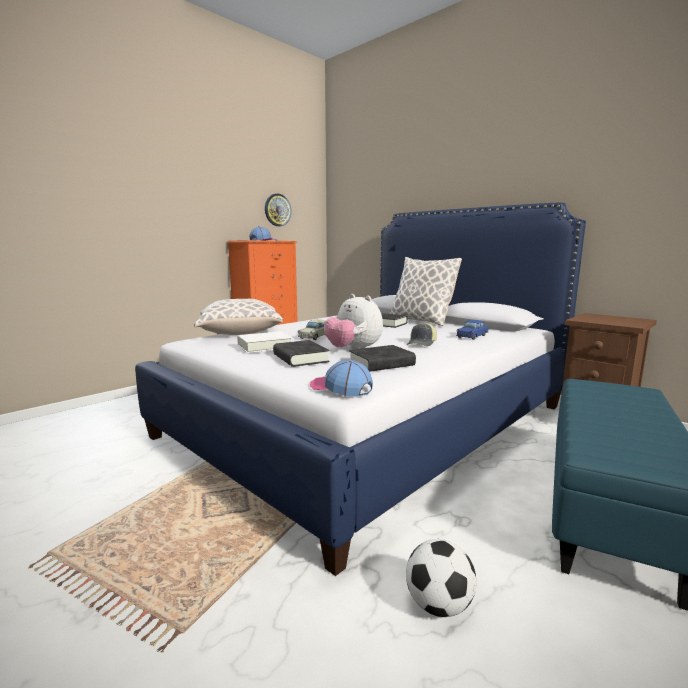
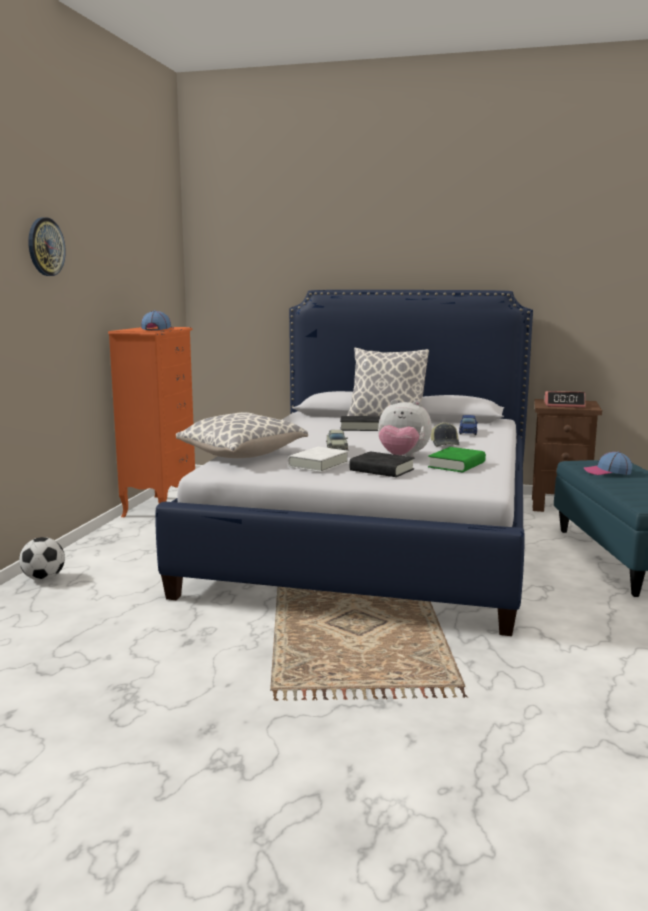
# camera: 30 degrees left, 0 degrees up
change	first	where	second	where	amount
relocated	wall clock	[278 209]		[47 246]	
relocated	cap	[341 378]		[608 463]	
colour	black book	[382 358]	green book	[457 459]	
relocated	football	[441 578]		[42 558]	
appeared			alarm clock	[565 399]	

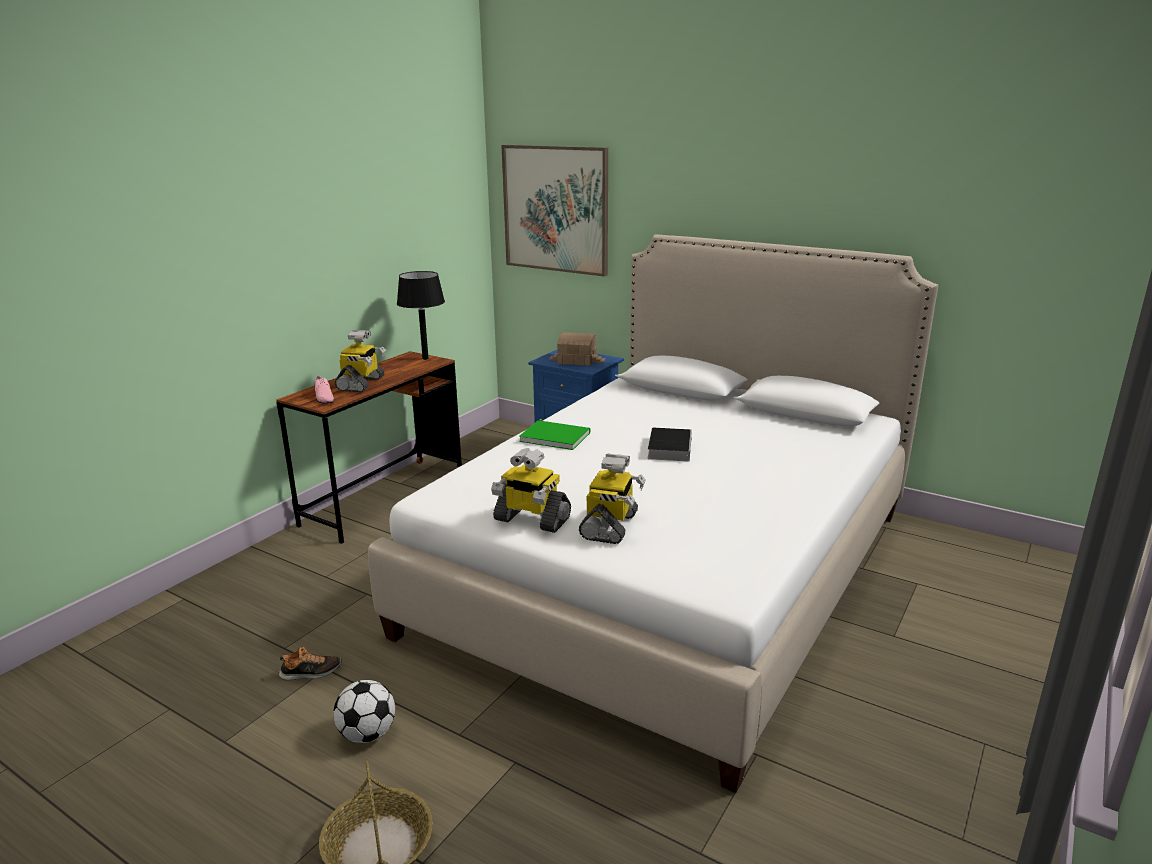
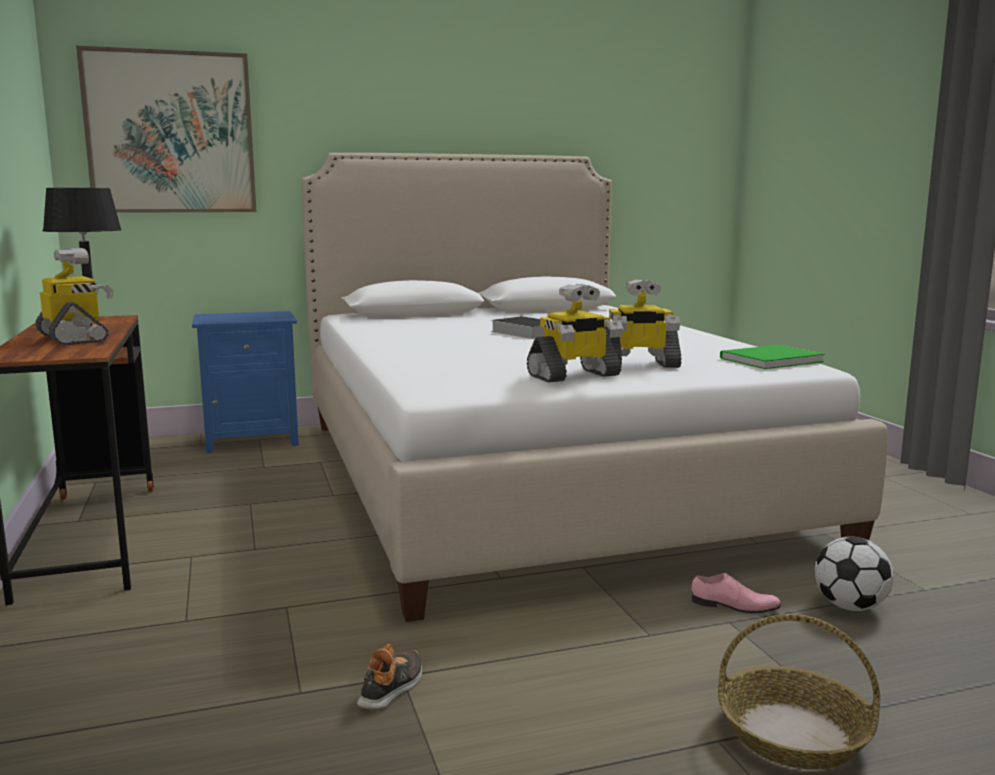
# camera: 50 degrees left, 10 degrees down
change	first	where	second	where	amount
relocated	pink shoe	[325 390]		[736 593]	
relocated	football	[364 711]		[854 573]	
relocated	green book	[554 435]		[772 357]	
missing	toy house	[577 349]			
spun	toy robot	[612 499]		[643 323]	120 degrees clockwise

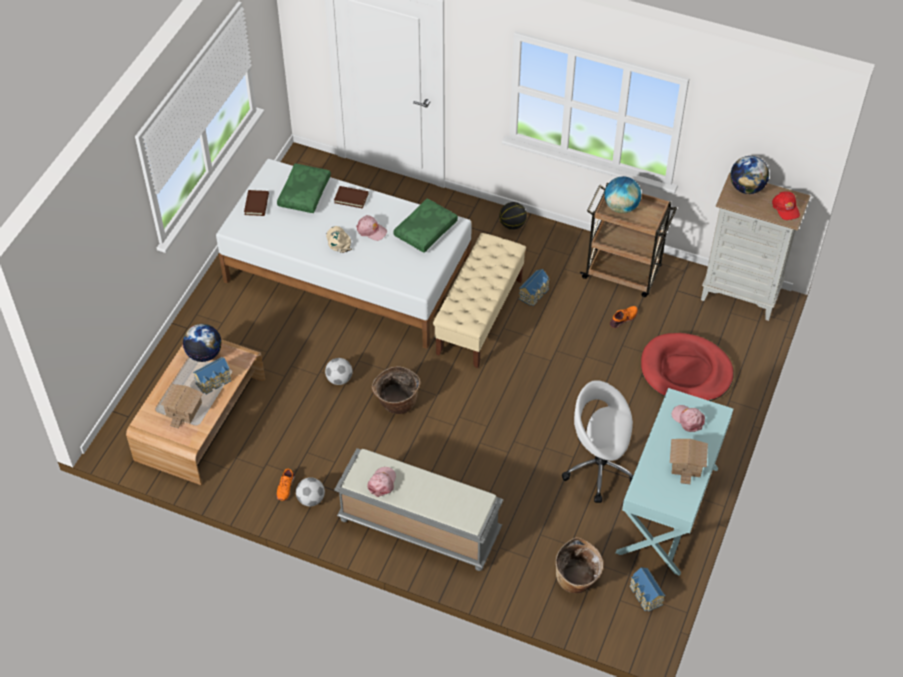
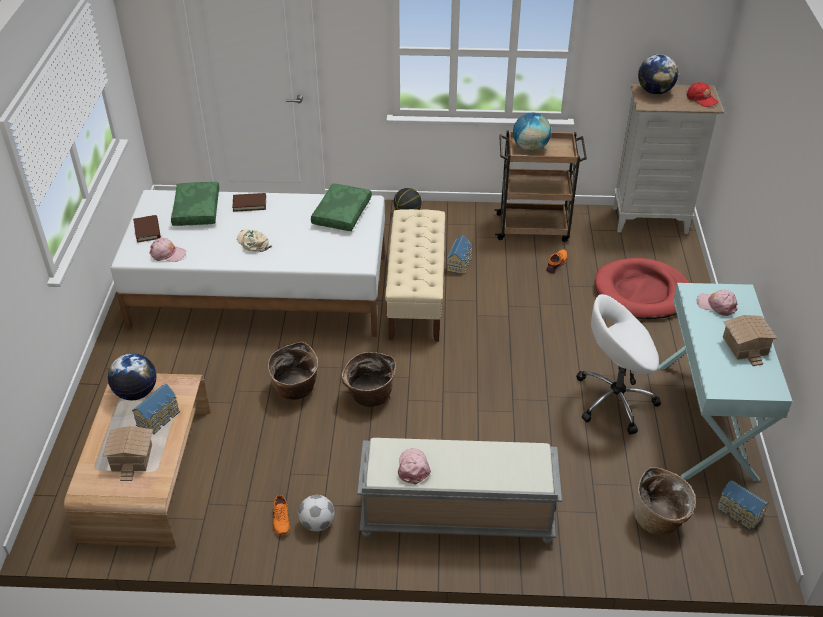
# camera: 20 degrees left, 10 degrees down
change	first	where	second	where	amount
exchanged	football	[338 371]	basket	[293 371]	
relocated	pink cap	[371 228]		[167 250]	

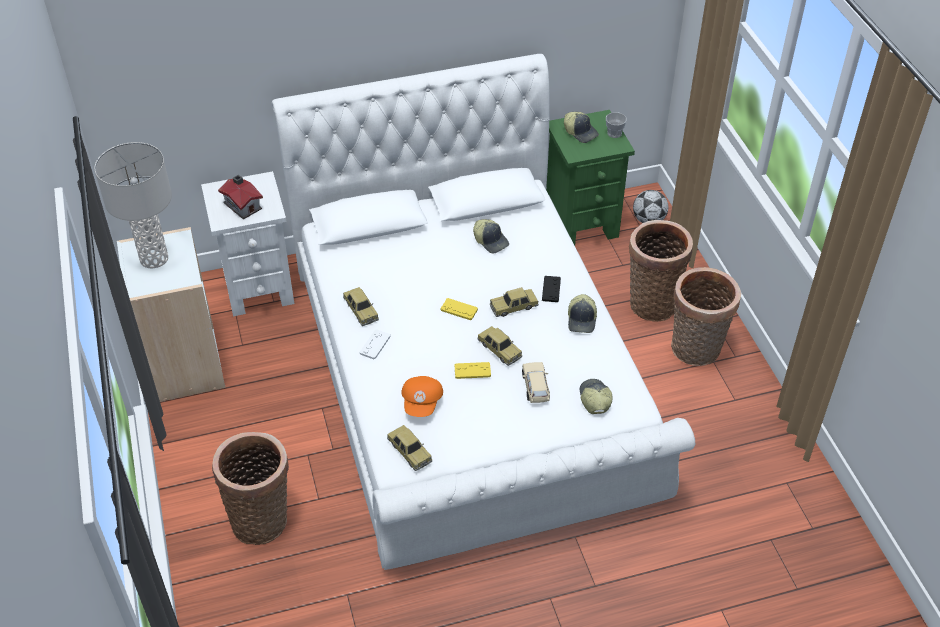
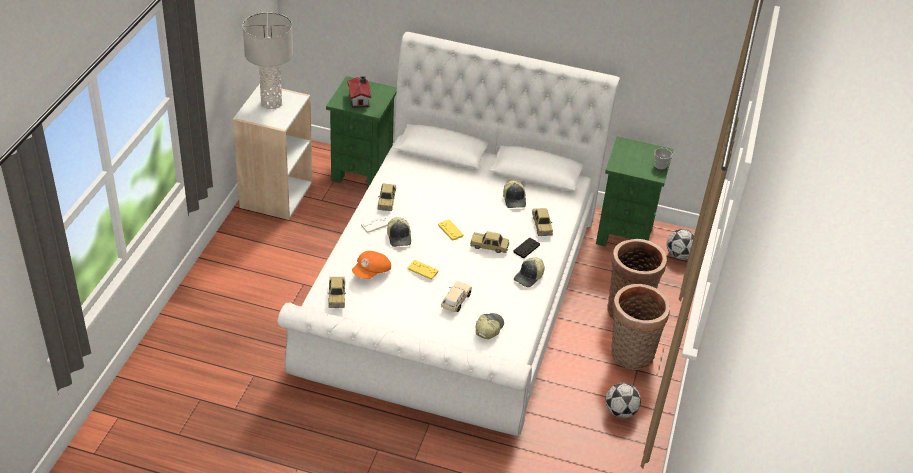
# camera: 30 degrees right, 5 degrees down
change	first	where	second	where	amount
colour	white nightstand	[247 243]	green nightstand	[361 132]	
missing	basket	[250 488]			
relocated	toy car	[500 346]		[542 222]	
relocated	cap	[581 127]		[399 232]	
appeared			football	[623 400]	

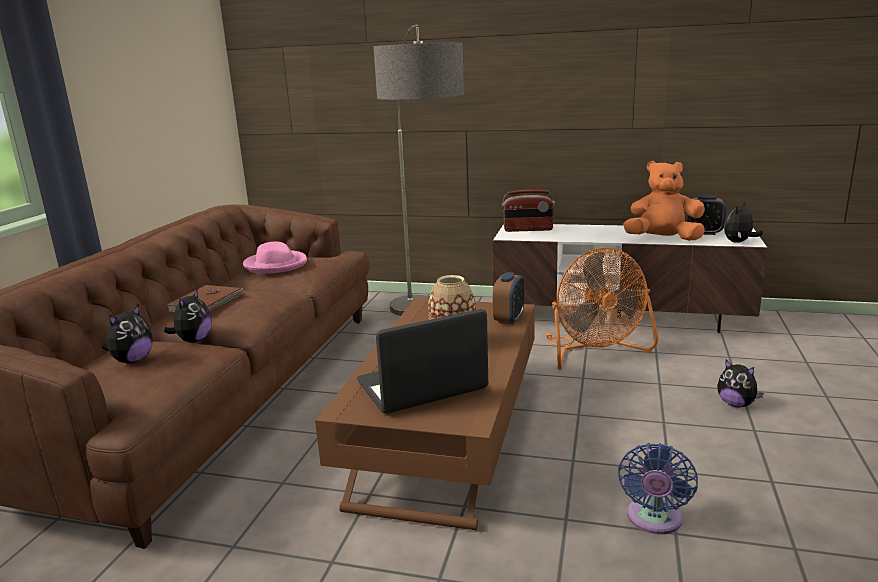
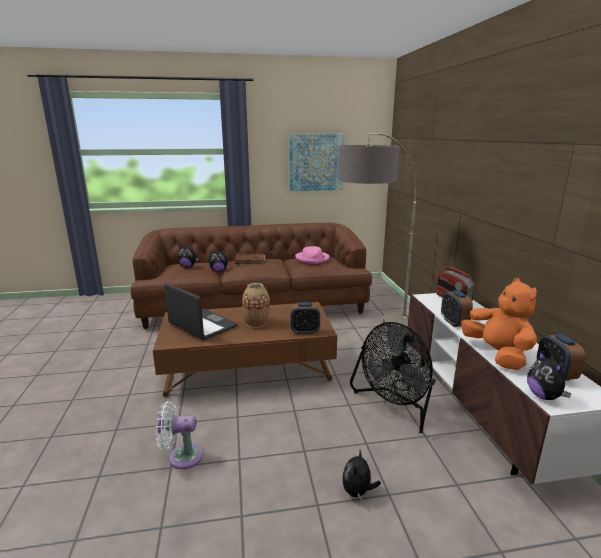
# camera: 65 degrees right, 0 degrees up
change	first	where	second	where	amount
colour	orange fan	[602 309]	black fan	[393 377]	
colour	blue fan	[658 488]	white fan	[179 435]	
spun	plush toy	[743 222]		[549 375]	120 degrees counterclockwise
appeared			picture	[316 162]	
appeared			alarm clock	[457 308]	

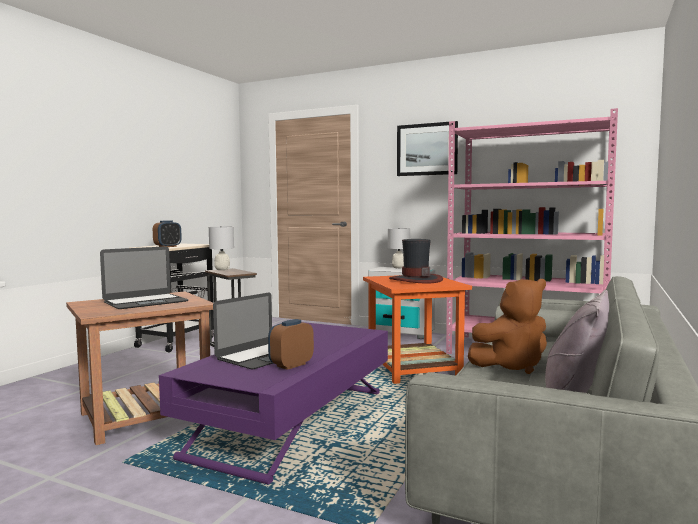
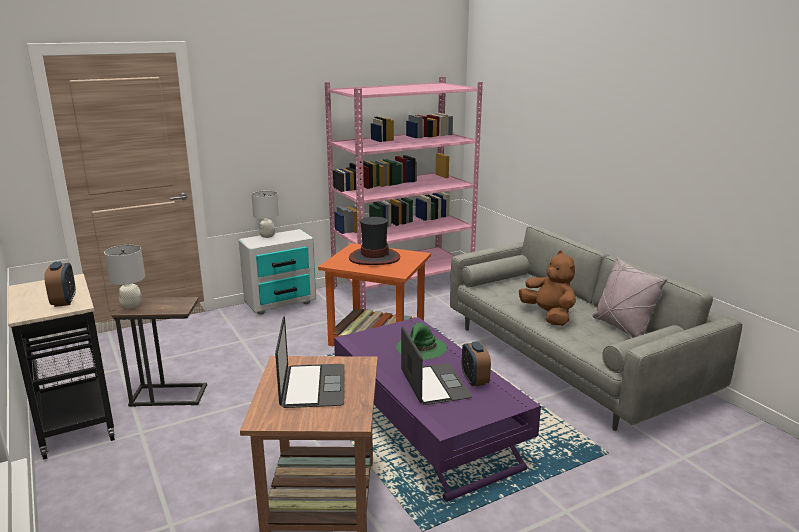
# camera: 55 degrees left, 15 degrees up
change	first	where	second	where	amount
missing	picture	[427 148]			
spun	brown plush toy	[507 326]		[547 288]	45 degrees counterclockwise
appeared			green hat	[421 341]	

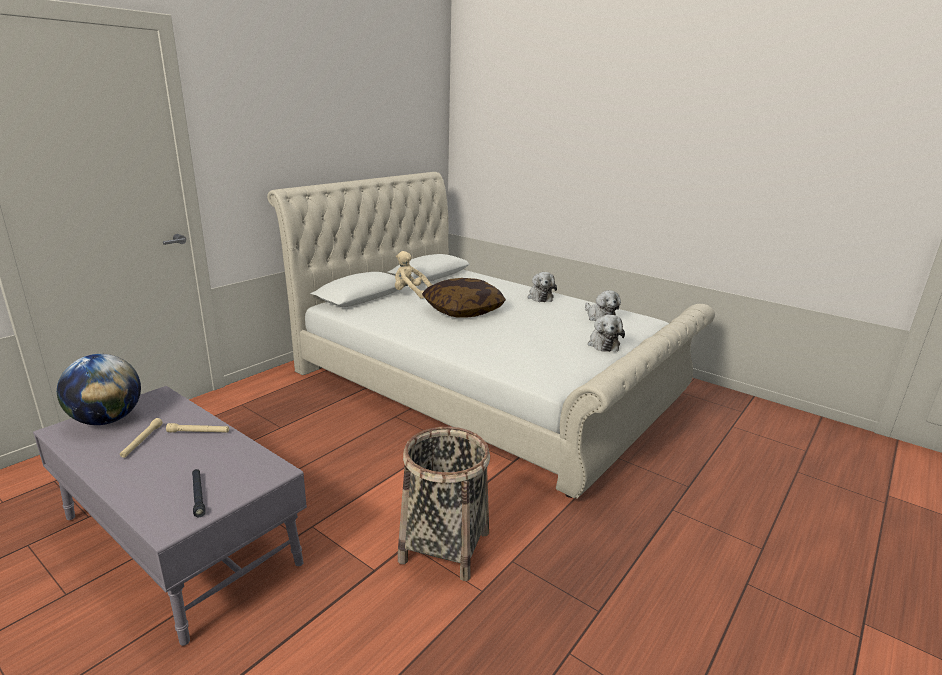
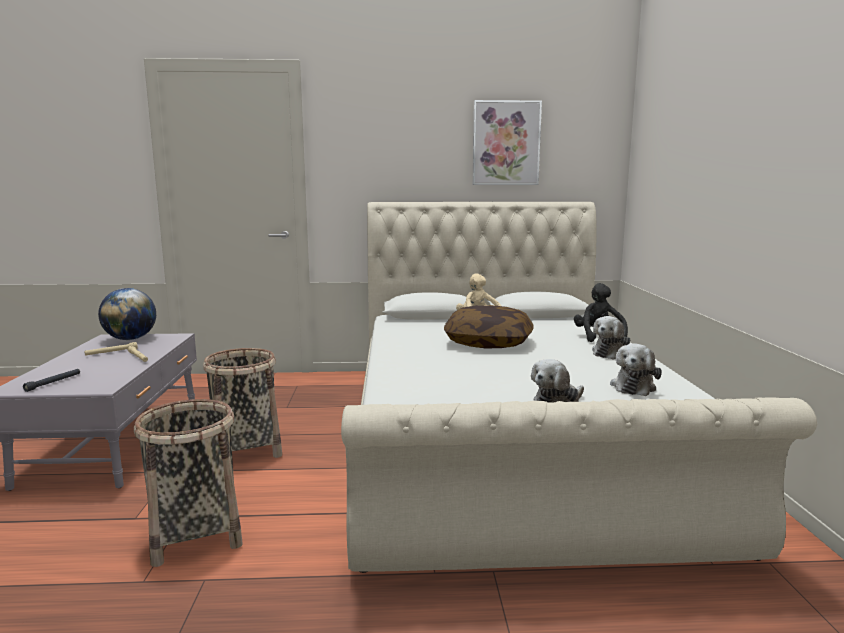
# camera: 50 degrees right, 10 degrees down
change	first	where	second	where	amount
appeared			basket	[242 403]	
appeared			picture	[507 142]	
appeared			black plush toy	[601 312]	

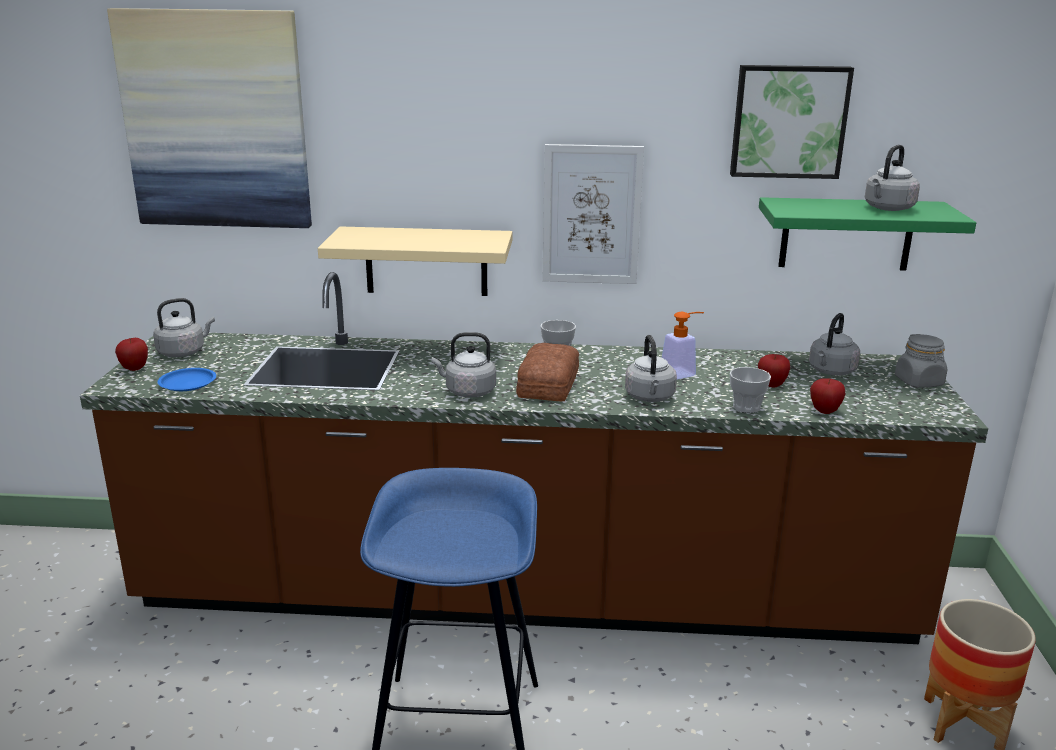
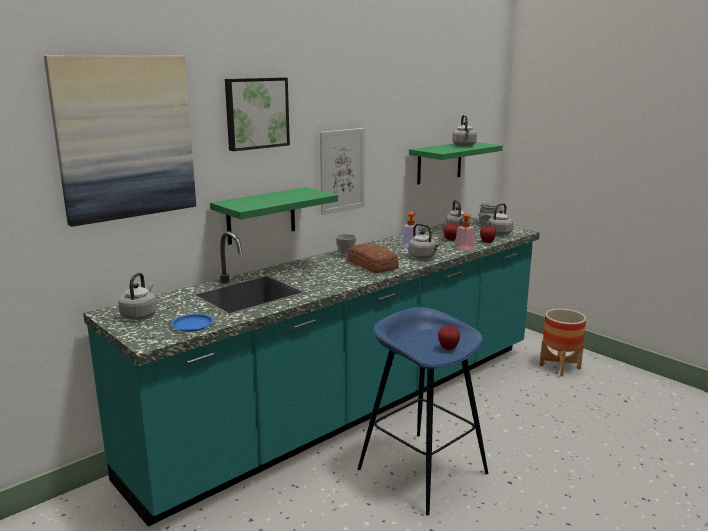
# camera: 45 degrees left, 5 degrees down
change	first	where	second	where	amount
colour	brown counter	[534 458]	turquoise counter	[311 372]	
relocated	apple	[131 354]		[449 338]	
colour	beige shelf	[415 261]	green shelf	[274 216]	
relocated	grey kettle	[464 364]		[500 219]	
relocated	picture	[792 122]		[257 114]	
exchanged	cup	[750 390]	soap dispenser	[465 232]	

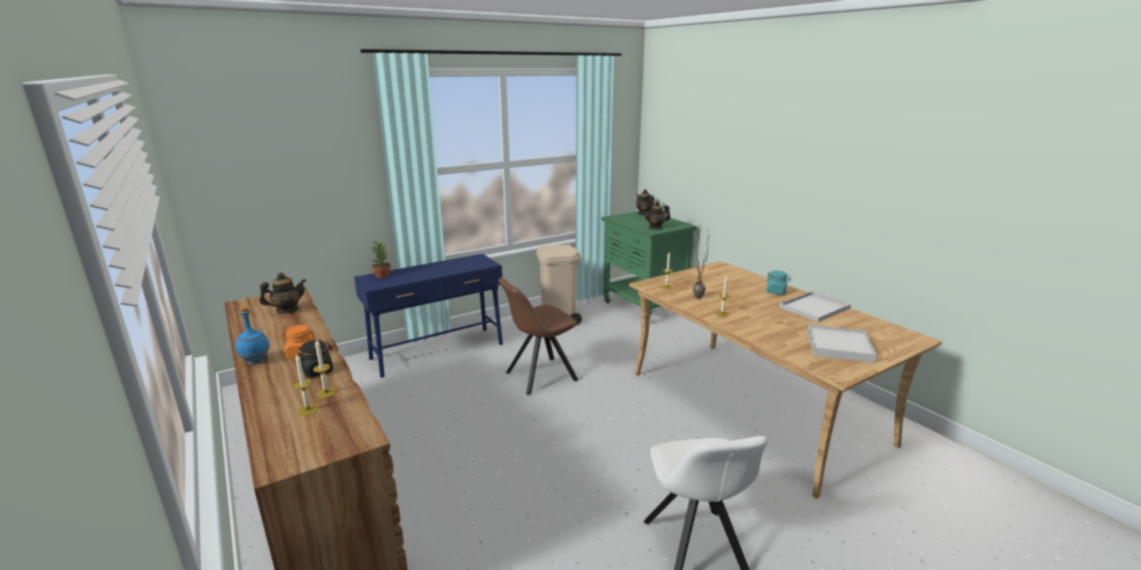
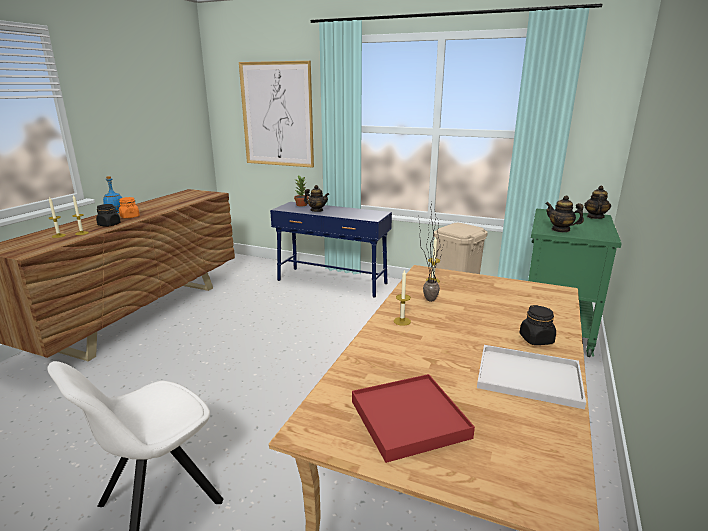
# camera: 55 degrees right, 0 degrees up
change	first	where	second	where	amount
relocated	teapot	[282 292]		[316 198]	
missing	brown chair	[538 336]			
colour	turquoise jar	[778 283]	black jar	[537 325]	
colour	white tray	[842 343]	red tray	[413 418]	
appeared			picture	[276 114]	

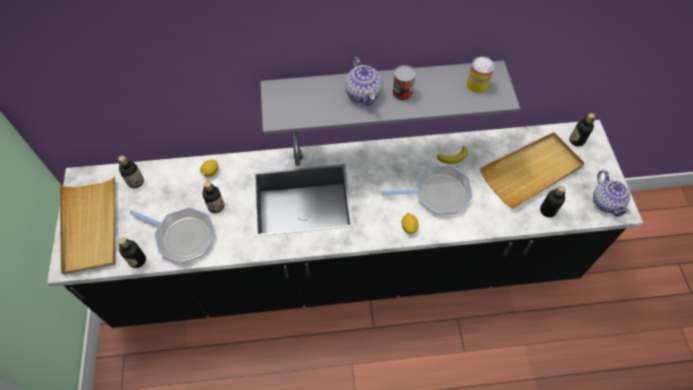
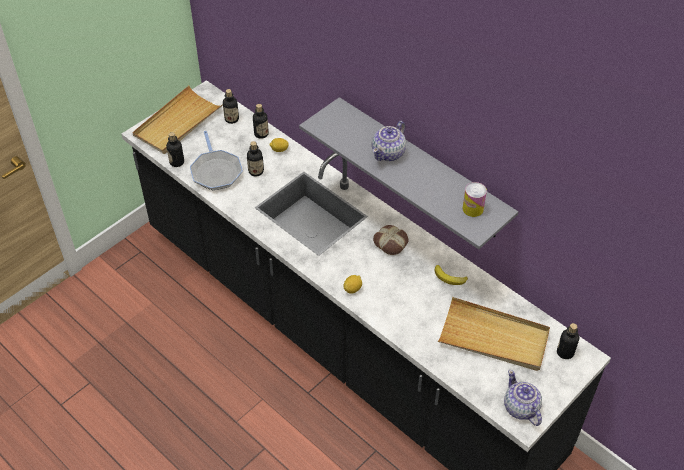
# camera: 50 degrees right, 10 degrees down
change	first	where	second	where	amount
missing	frying pan	[427 190]			
missing	can	[404 83]			
relocated	bottle	[553 202]		[261 121]	
spun	teapot	[612 193]		[523 398]	120 degrees clockwise
appeared			bread	[390 240]	

